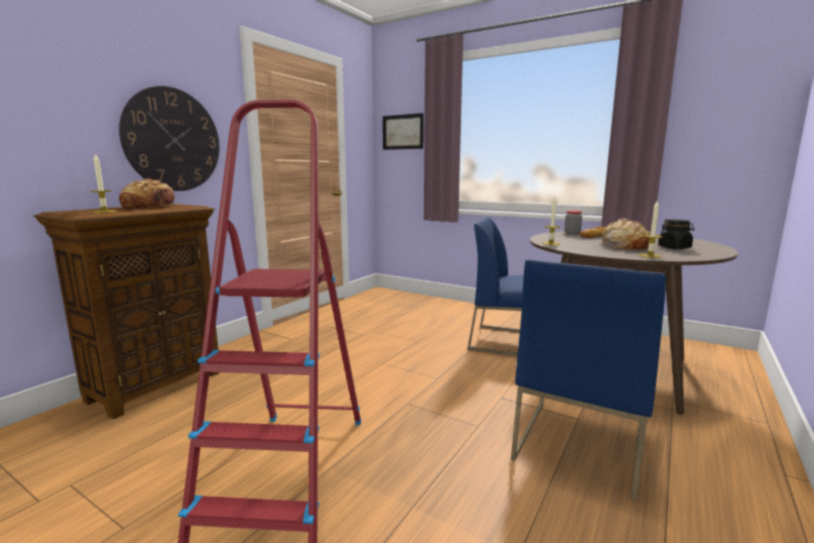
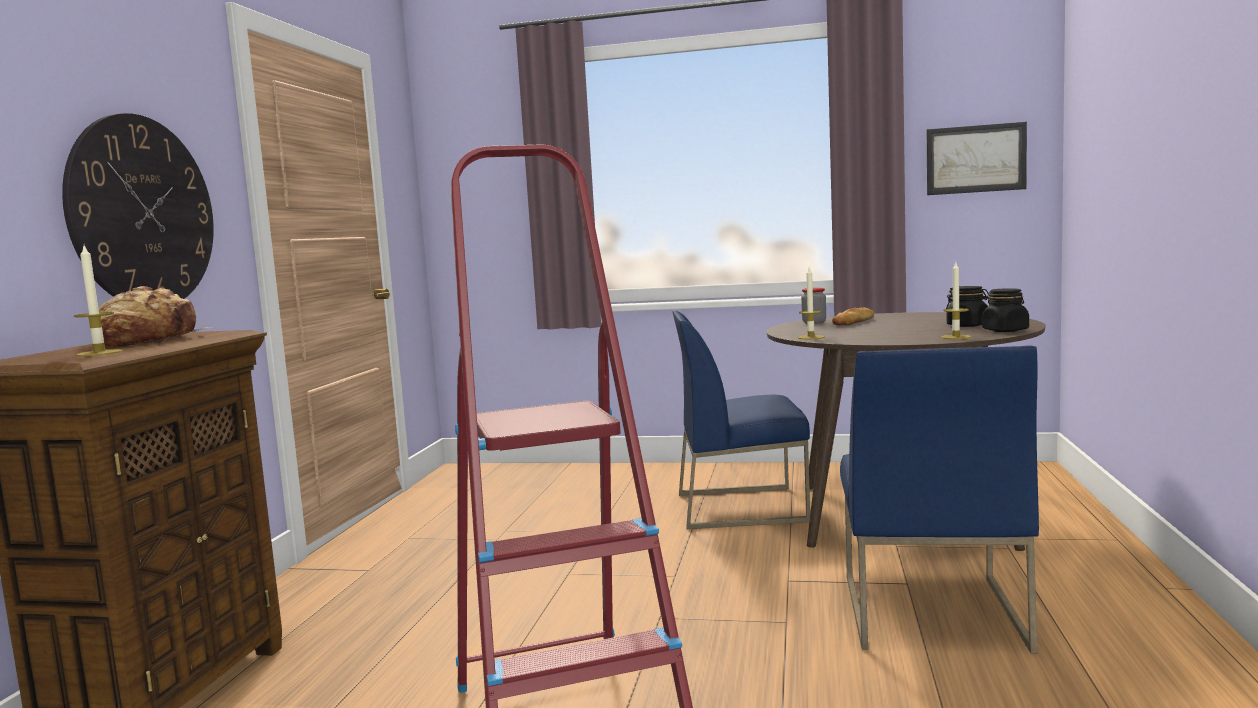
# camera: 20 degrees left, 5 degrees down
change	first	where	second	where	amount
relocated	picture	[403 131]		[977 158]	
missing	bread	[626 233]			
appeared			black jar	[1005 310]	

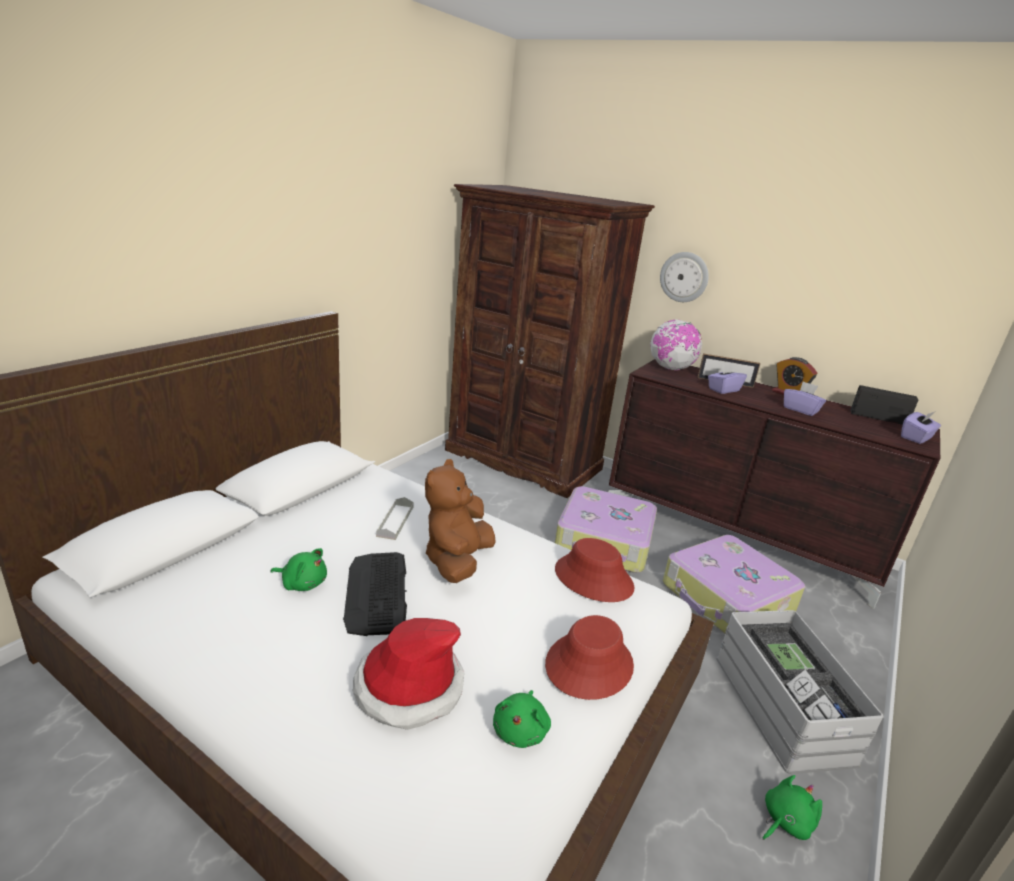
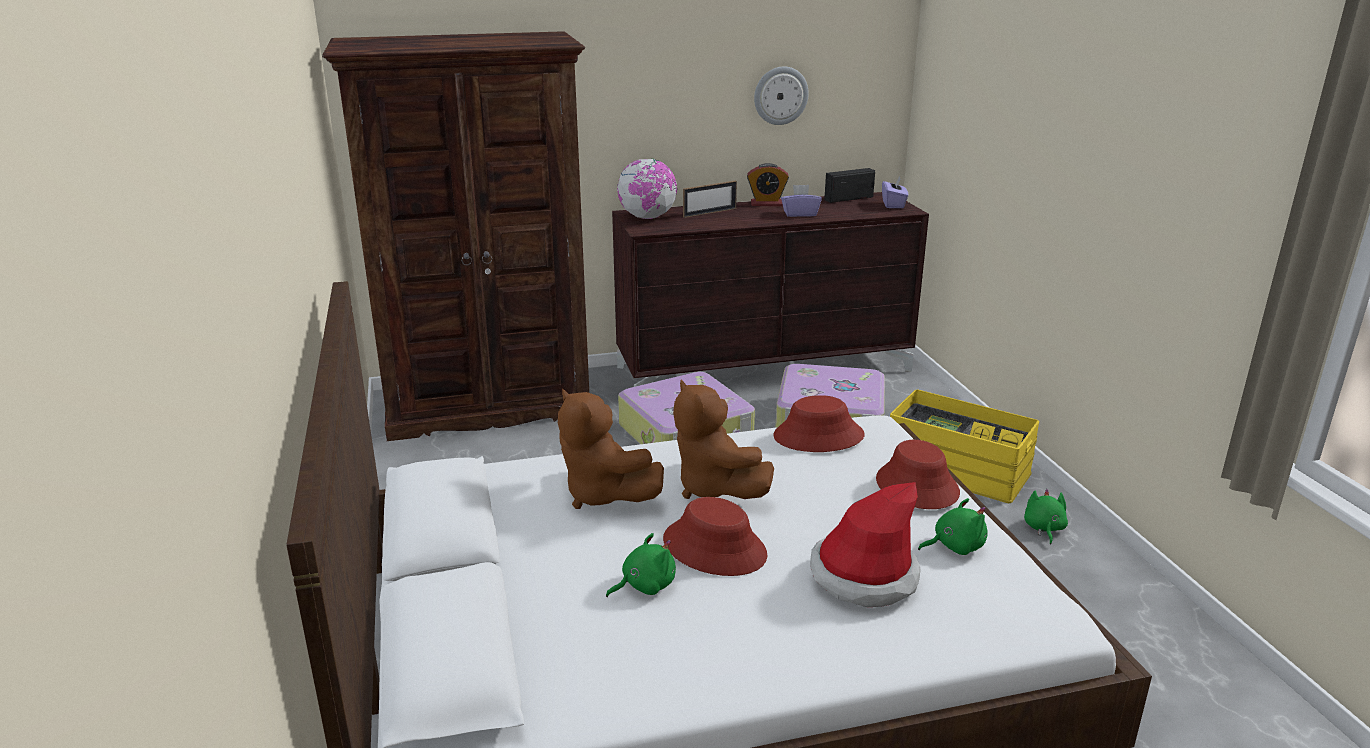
# camera: 45 degrees left, 0 degrees up
change	first	where	second	where	amount
exchanged	keyboard	[375 594]	red hat	[715 536]	
exchanged	grey tray	[395 518]	brown plush toy	[611 449]	
spun	green plush toy	[522 719]		[953 526]	75 degrees counterclockwise
relocated	wall clock	[684 277]		[781 96]	
missing	purple tissue box	[727 378]			
colour	grey storage box	[800 692]	yellow storage box	[964 446]	

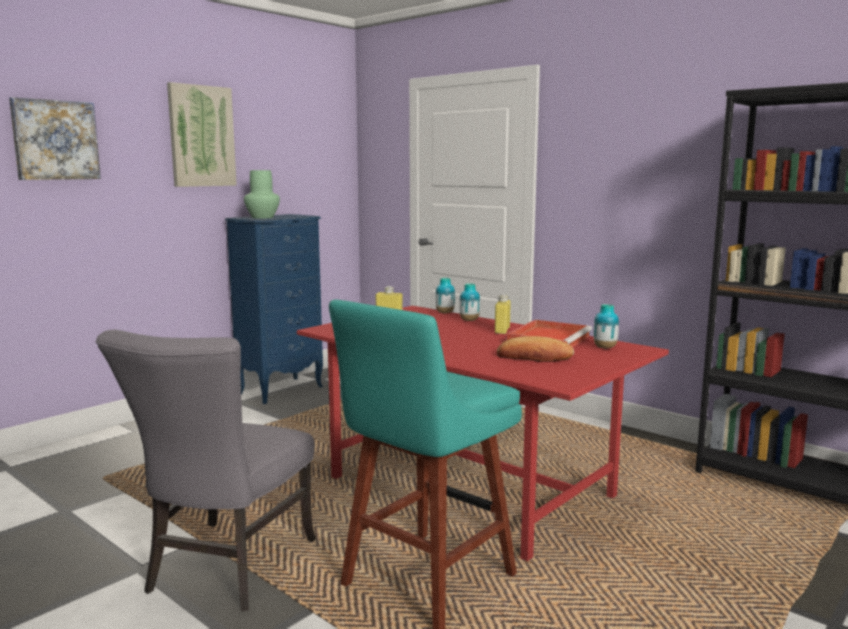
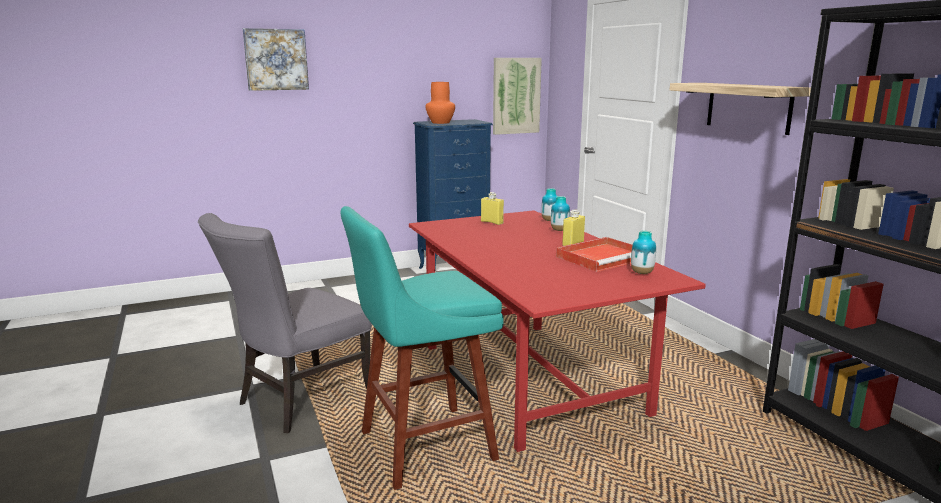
# camera: 25 degrees right, 5 degrees up
change	first	where	second	where	amount
relocated	picture	[202 134]		[517 96]	
colour	green vase	[262 194]	orange vase	[440 103]	
missing	bread	[535 349]			
appeared			shelf	[740 109]	

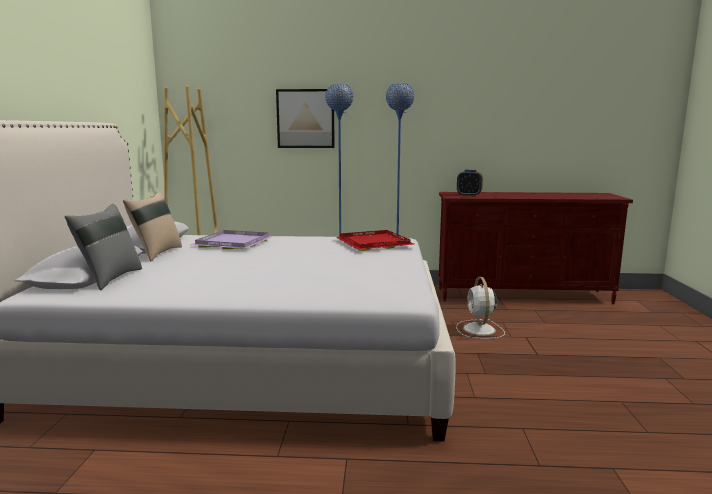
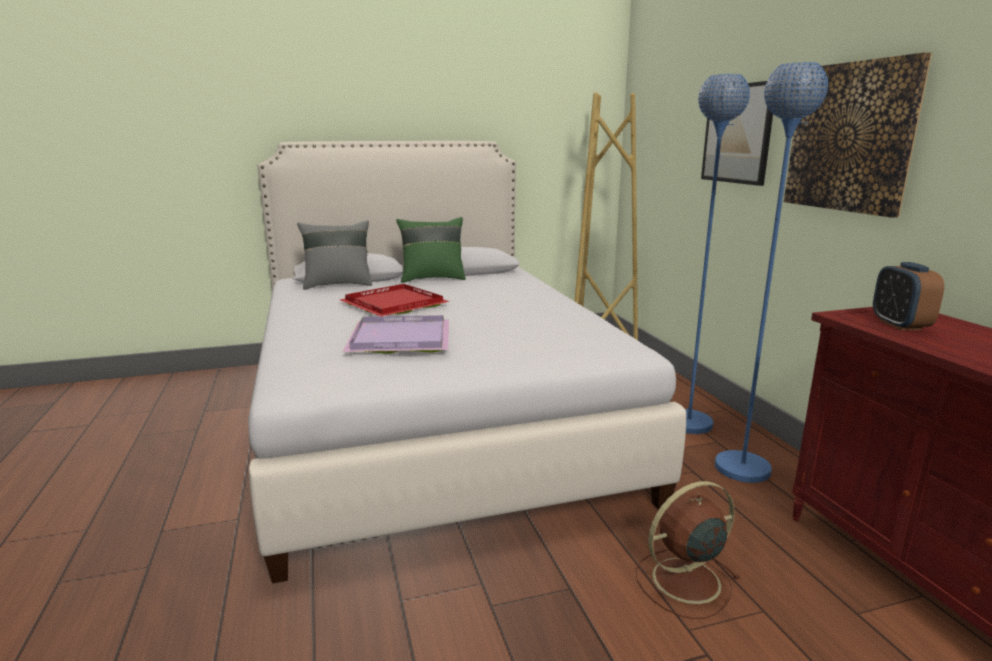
# camera: 70 degrees right, 5 degrees up
change	first	where	second	where	amount
colour	beige pillow	[152 226]	green pillow	[431 250]	
relocated	purple tray	[231 239]		[396 334]	
relocated	red tray	[375 240]		[395 300]	
colour	white fan	[480 308]	brown fan	[687 550]	
appeared			picture	[858 135]	

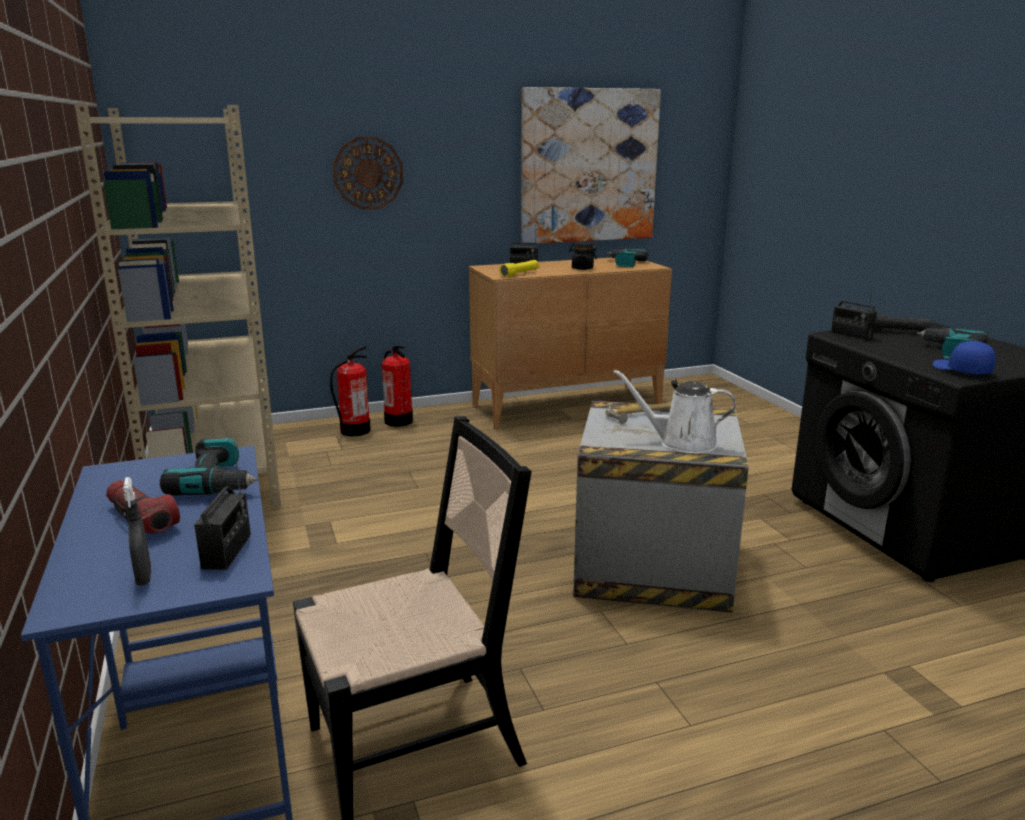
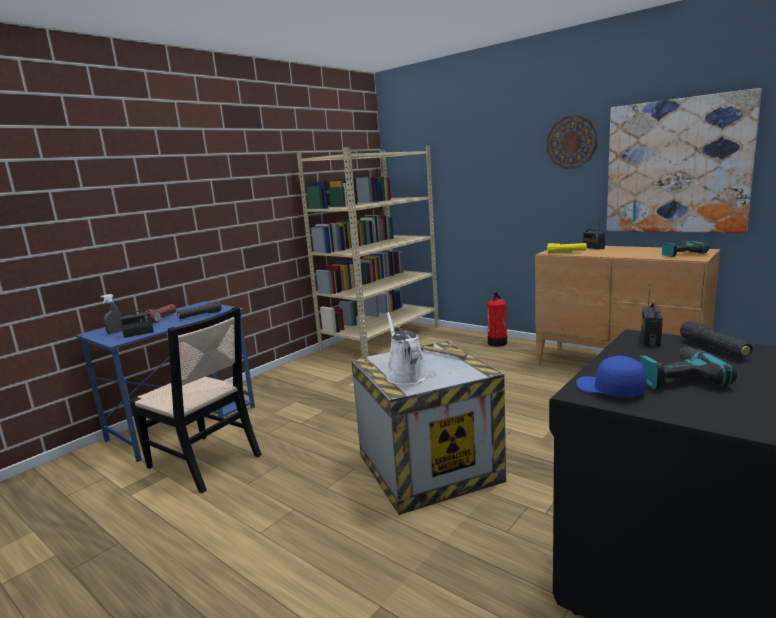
# camera: 60 degrees right, 5 degrees down
change	first	where	second	where	amount
exchanged	power drill	[209 467]	black flashlight	[199 310]	
missing	fire extinguisher	[350 391]			
relocated	wall clock	[368 173]		[572 142]	
missing	black jar	[583 256]			
spun	blue cap	[964 358]		[611 377]	75 degrees counterclockwise

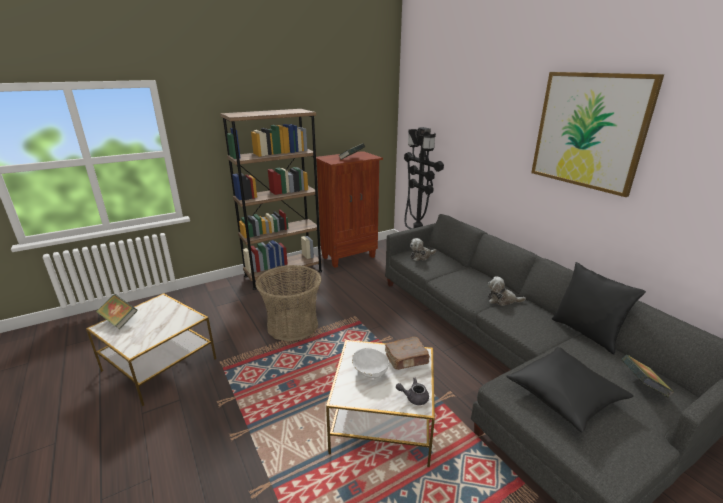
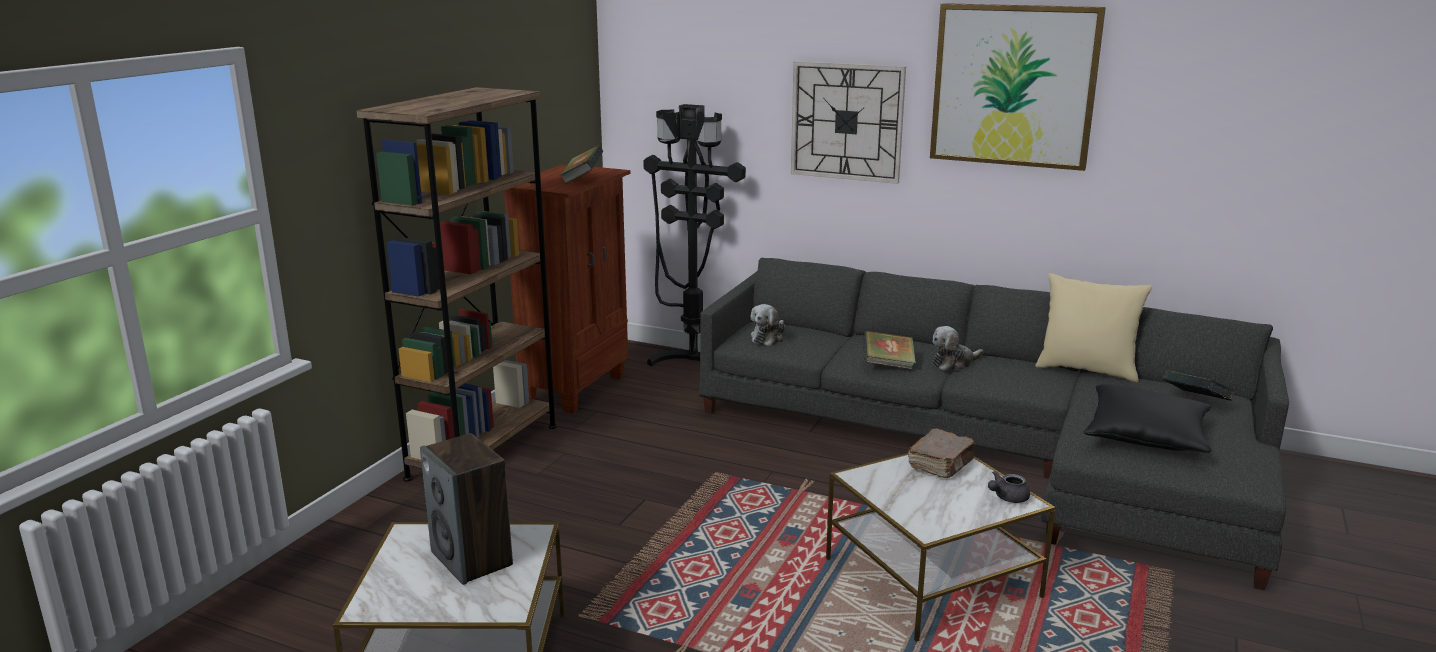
# camera: 35 degrees left, 5 degrees down
change	first	where	second	where	amount
relocated	book	[117 311]		[889 349]	
missing	basket	[288 303]			
missing	white bowl	[370 363]			
colour	black pillow	[599 308]	beige pillow	[1093 327]	
appeared			speaker	[466 509]	
appeared			wall clock	[848 122]	

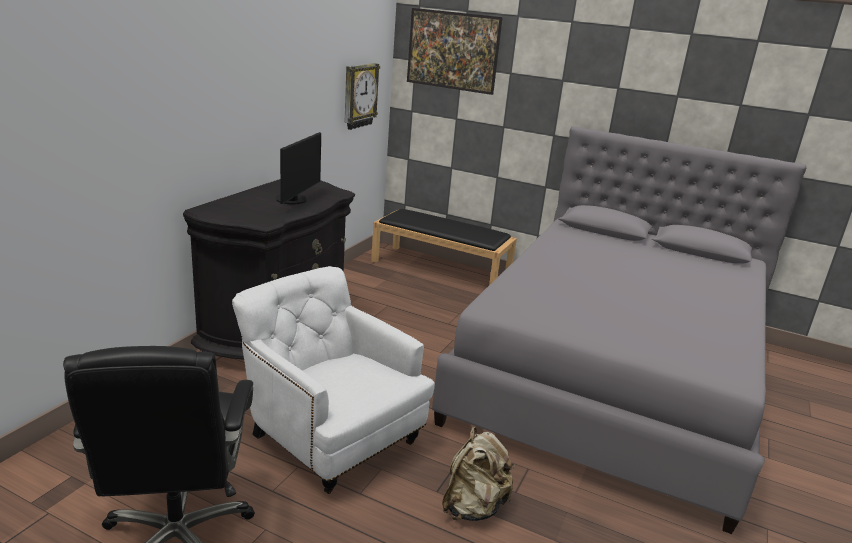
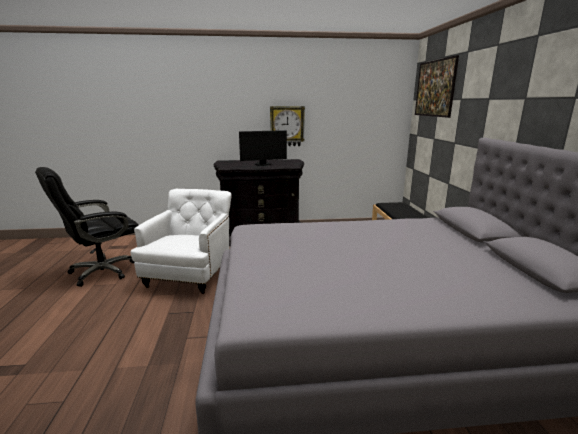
# camera: 60 degrees right, 5 degrees down
change	first	where	second	where	amount
relocated	wall clock	[362 96]		[287 126]	
missing	beige backpack	[478 474]			

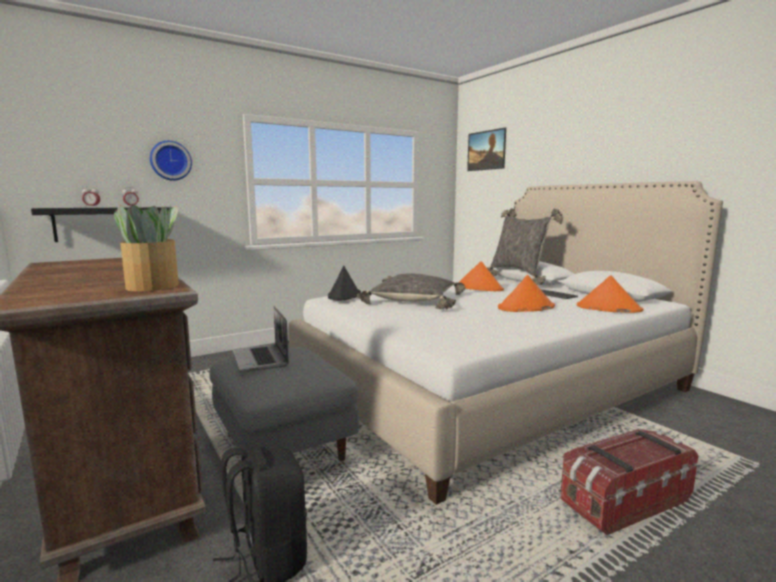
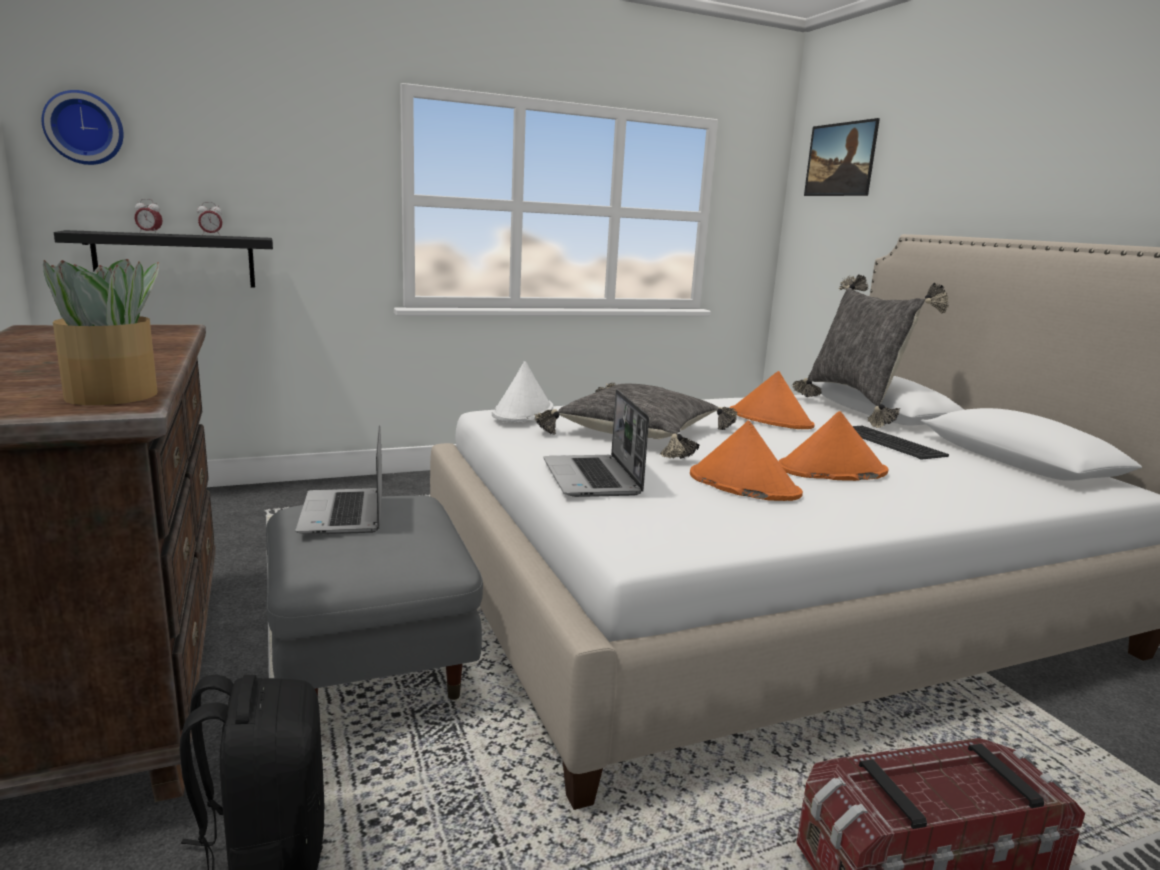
# camera: 10 degrees right, 5 degrees up
change	first	where	second	where	amount
relocated	wall clock	[171 161]		[83 127]	
colour	black hat	[344 283]	white hat	[522 391]	
relocated	orange hat	[610 294]		[746 460]	
appeared			laptop	[596 443]	

